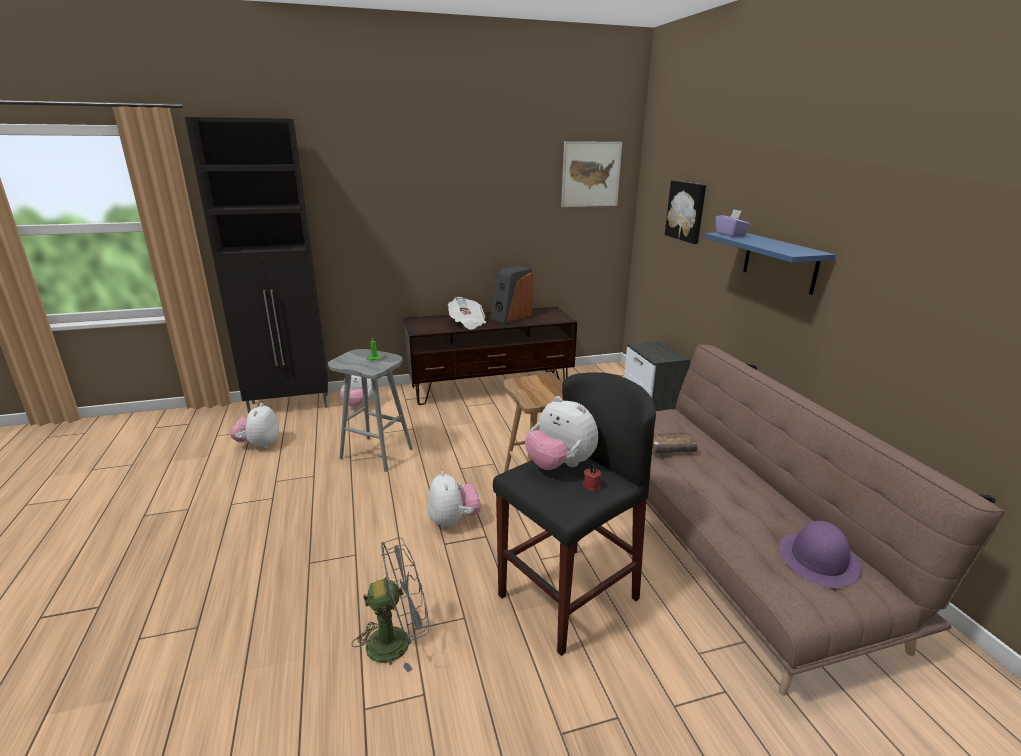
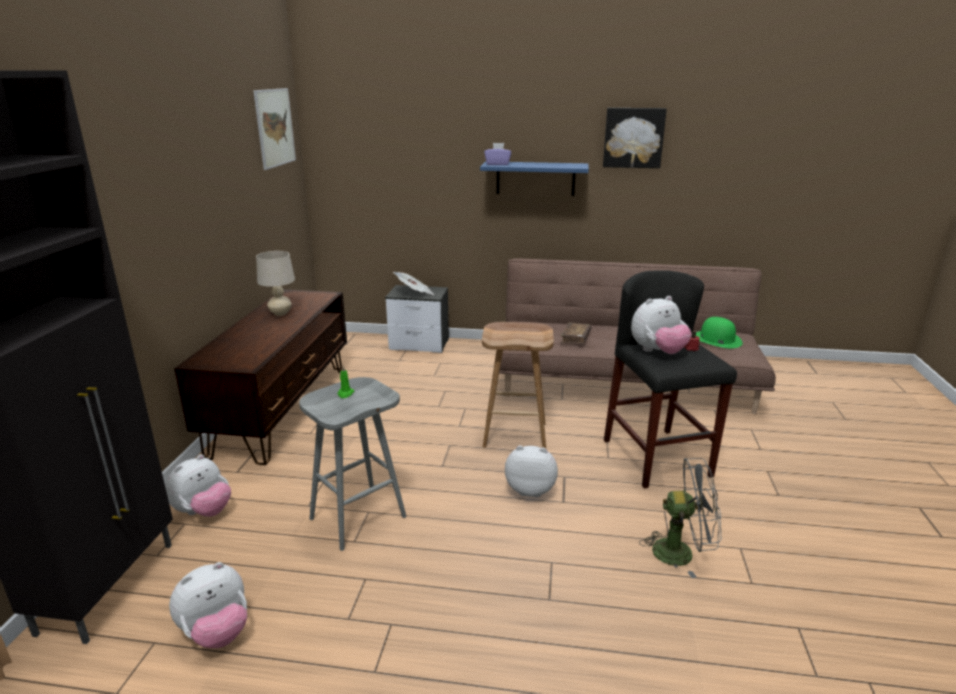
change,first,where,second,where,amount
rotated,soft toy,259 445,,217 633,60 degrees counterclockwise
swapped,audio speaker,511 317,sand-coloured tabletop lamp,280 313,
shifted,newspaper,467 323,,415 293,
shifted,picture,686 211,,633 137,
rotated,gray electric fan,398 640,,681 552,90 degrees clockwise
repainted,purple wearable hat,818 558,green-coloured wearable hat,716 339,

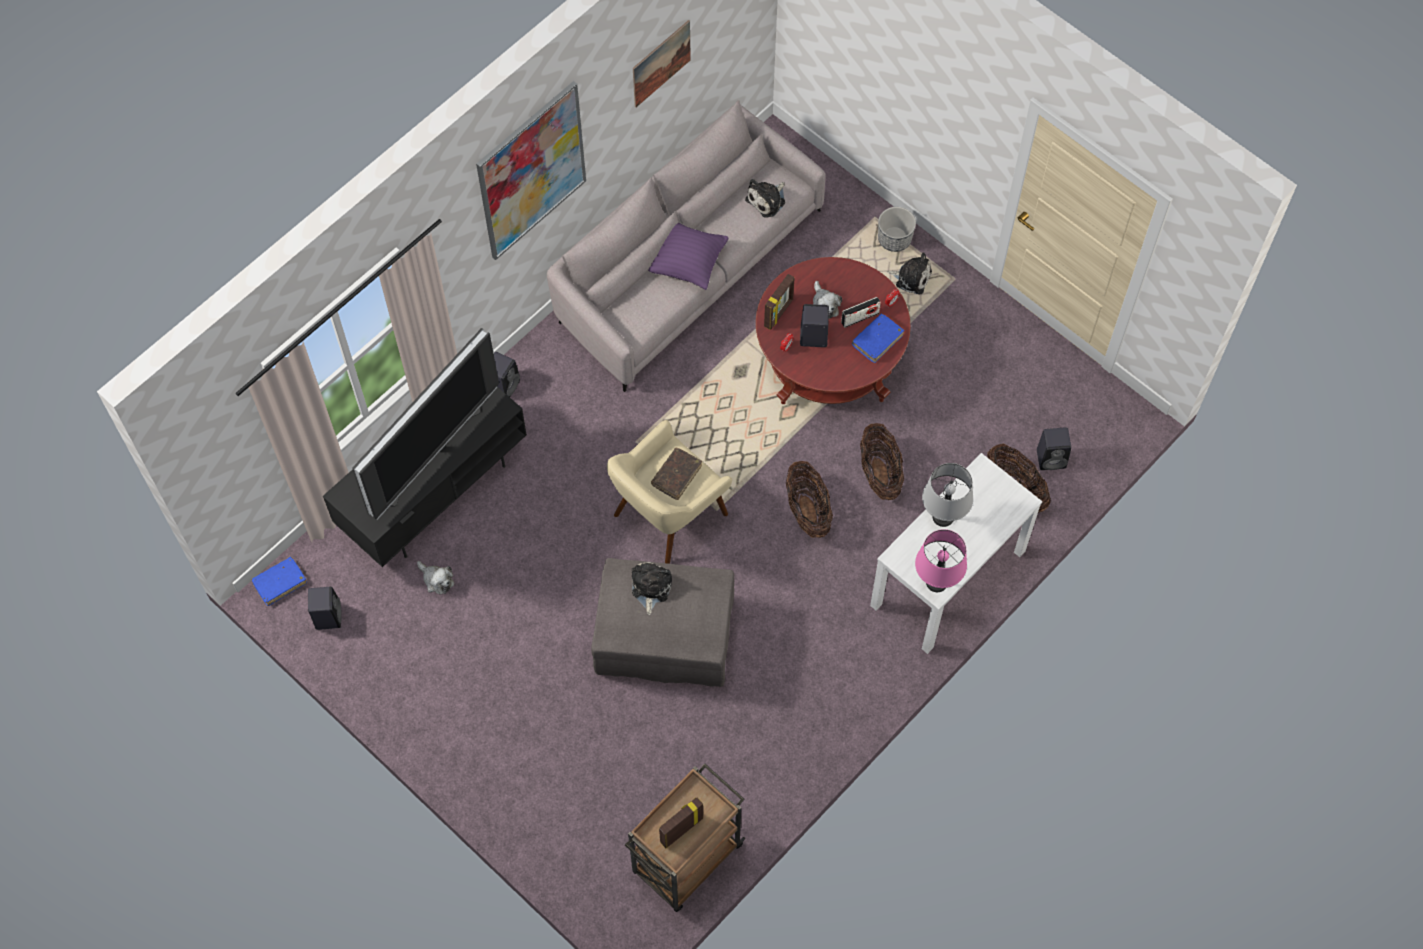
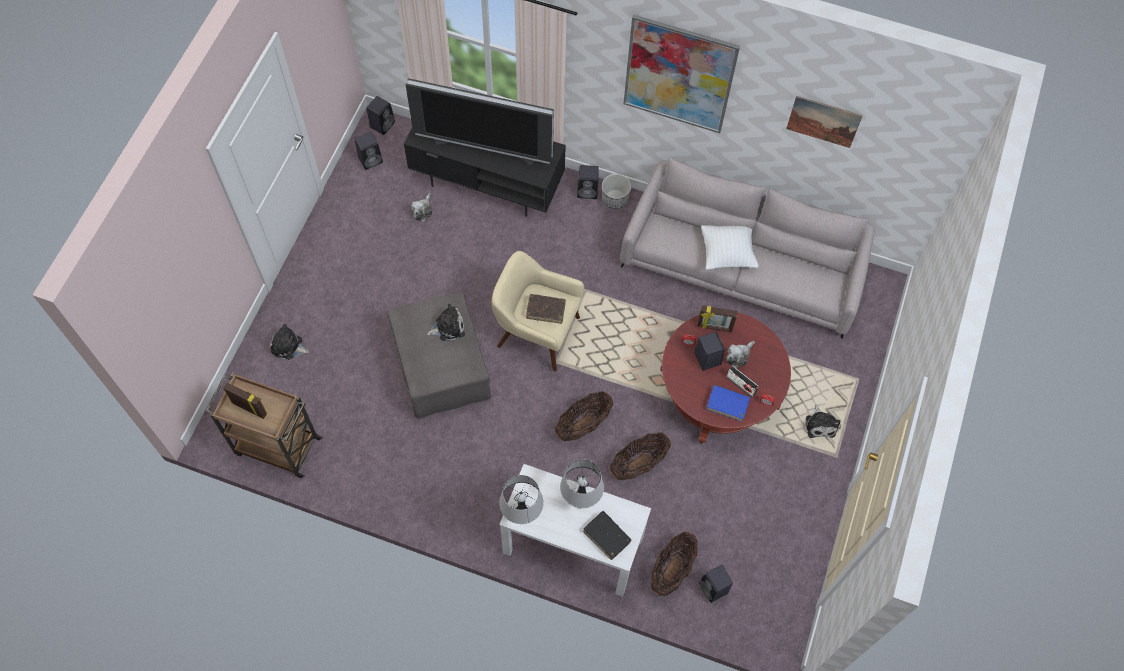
change,first,where,second,where,amount
shifted,soft toy,767 200,,288 347,
swapped,bluish volume,280 583,blackish audio speaker,382 124,
repainted,pinkish tabletop lamp,937 582,gray tabletop lamp,521 515,
new,,,blackish volume,606 536,
shifted,planter,894 239,,615 199,
repainted,purple pillow,688 263,white pillow,727 253,

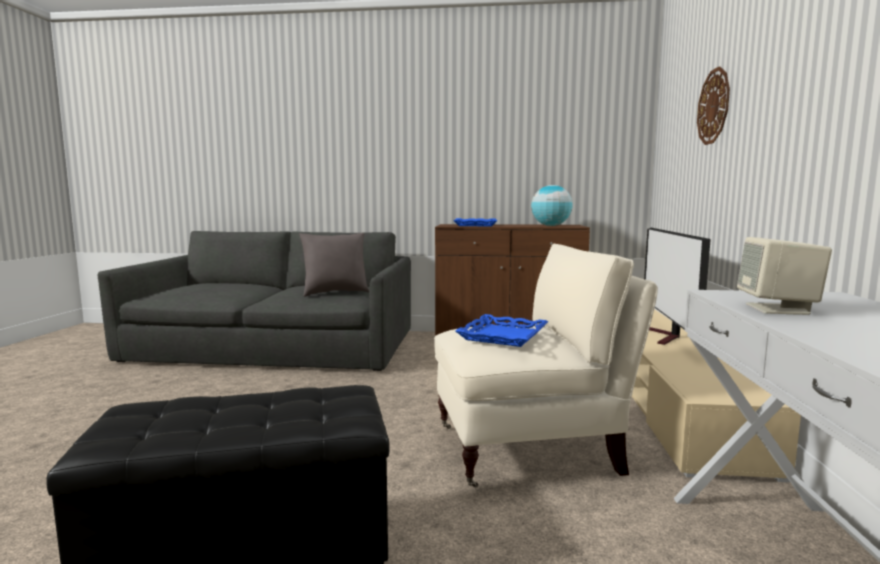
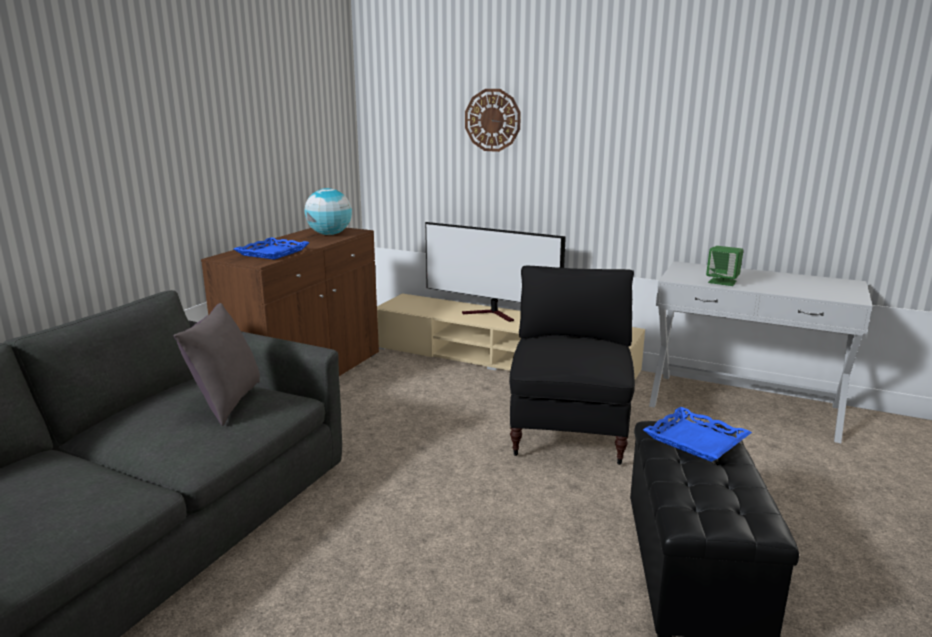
change,first,where,second,where,amount
repainted,sand-coloured easy chair,531 448,blackish easy chair,569 430,
shifted,bluish carrying tray,503 336,,696 440,
repainted,sand-coloured audio speaker,778 309,green-coloured audio speaker,722 282,

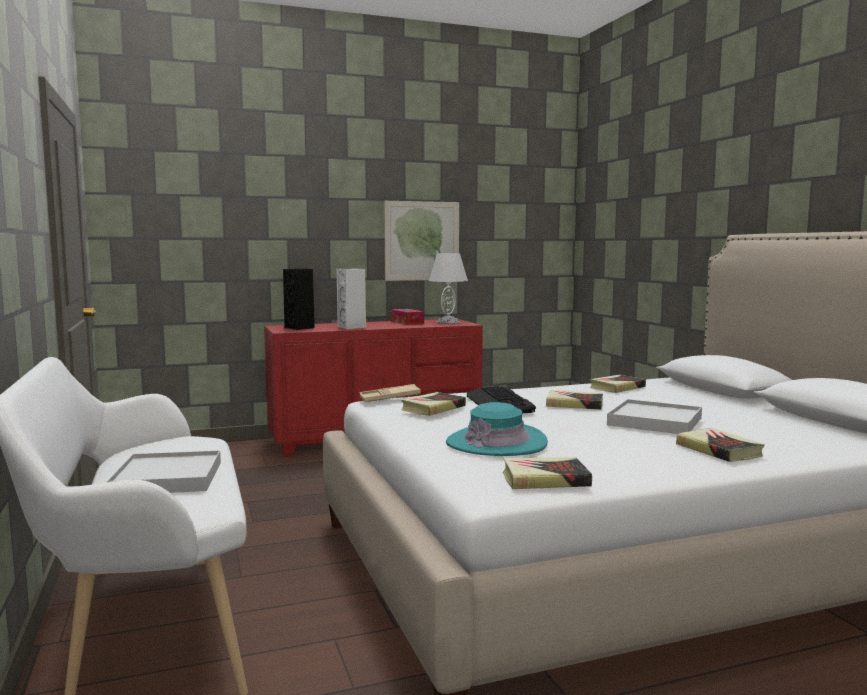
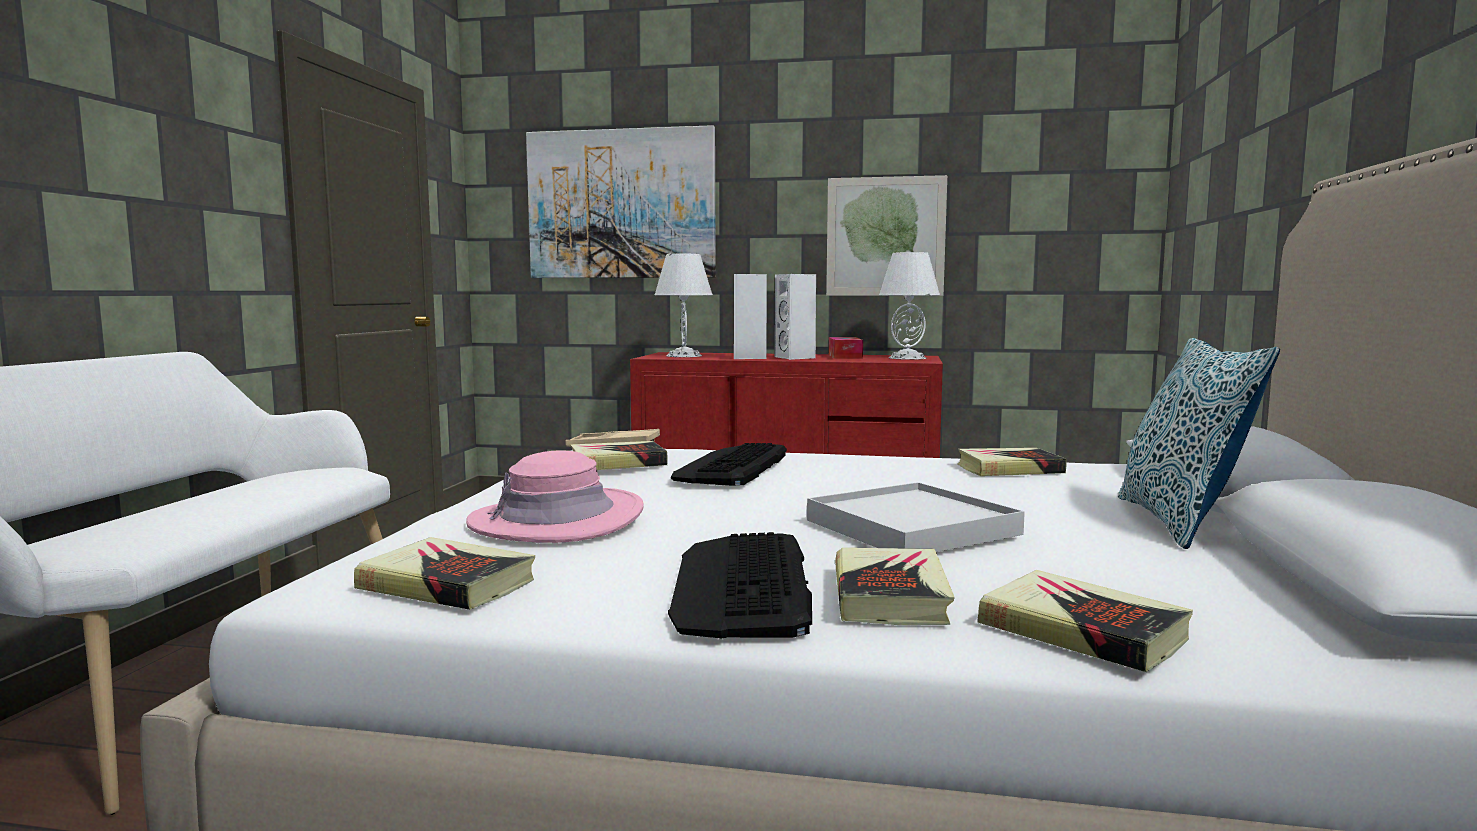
change,first,where,second,where,amount
repainted,turquoise wearable hat,496 443,pinkish wearable hat,557 520,
new,,,picture,621 204,
swapped,blackish audio speaker,300 328,white tabletop lamp,684 356,
new,,,keyboard,743 586,
new,,,white audio speaker,795 358,
shifted,volume,574 404,,1082 631,
new,,,pillow,1179 522,
gone,white carrying tray,168 478,,,

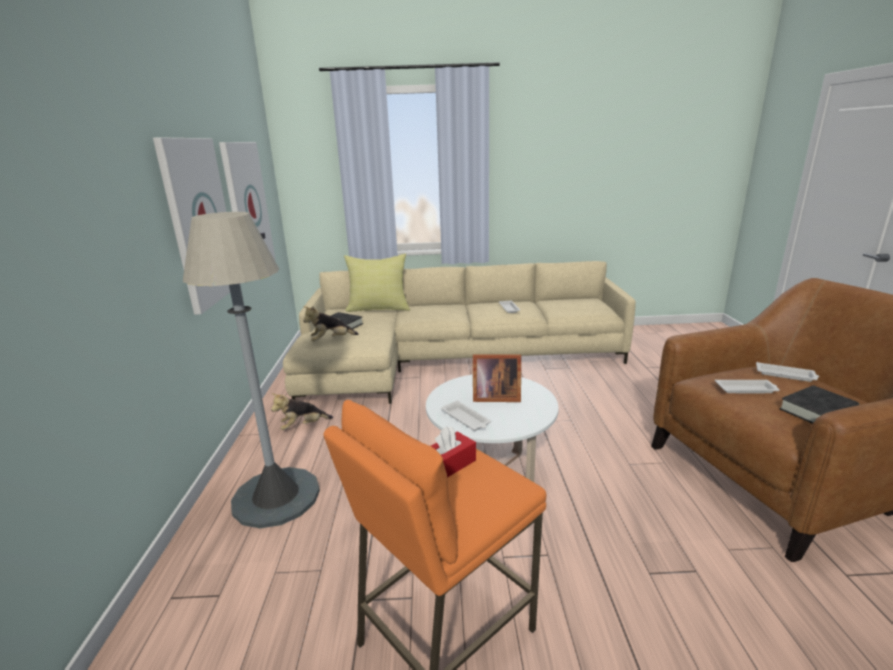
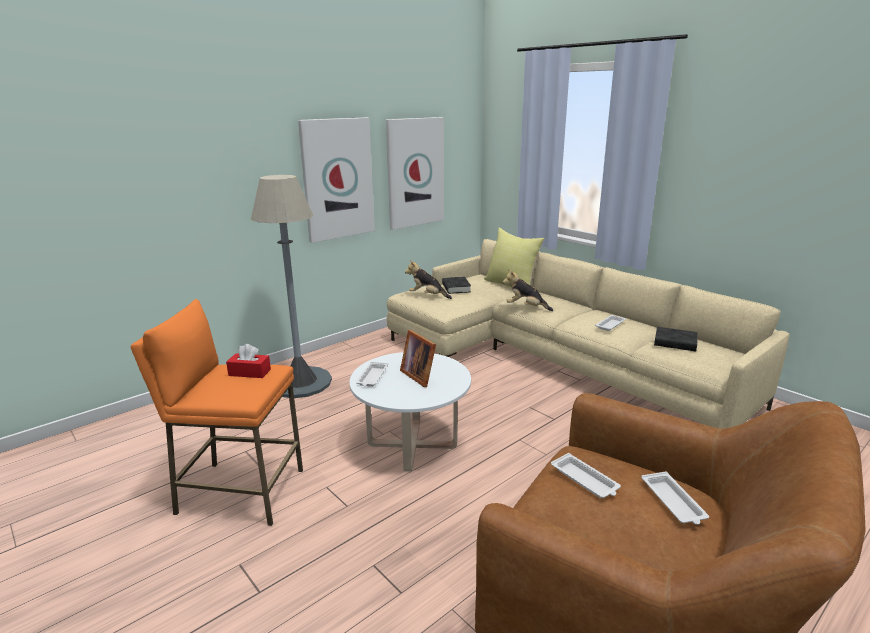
change,first,where,second,where,amount
shifted,soft toy,303 426,,526 307,
shifted,blackish volume,817 411,,675 343,

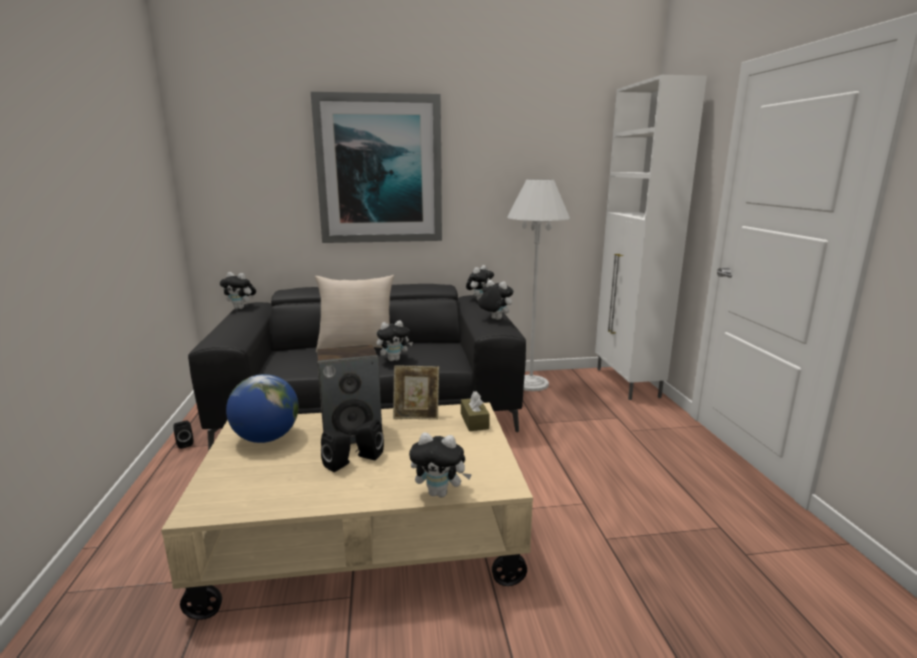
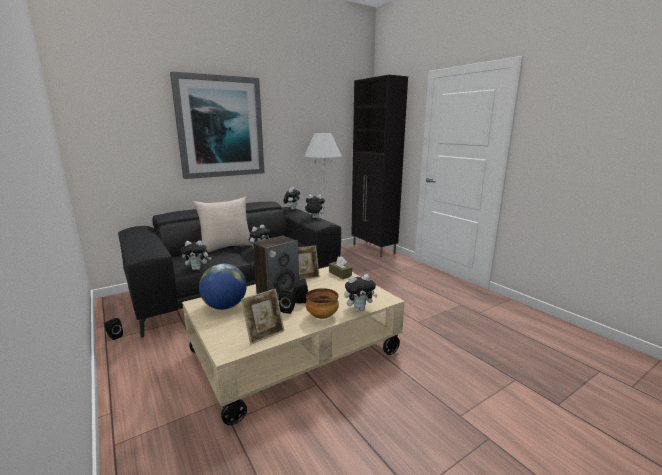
change,first,where,second,where,amount
shifted,soft toy,241 308,,197 269,
new,,,photo frame,264 334,
new,,,serving bowl,322 317,
repainted,white cupboard,627 383,blackish cupboard,373 249,

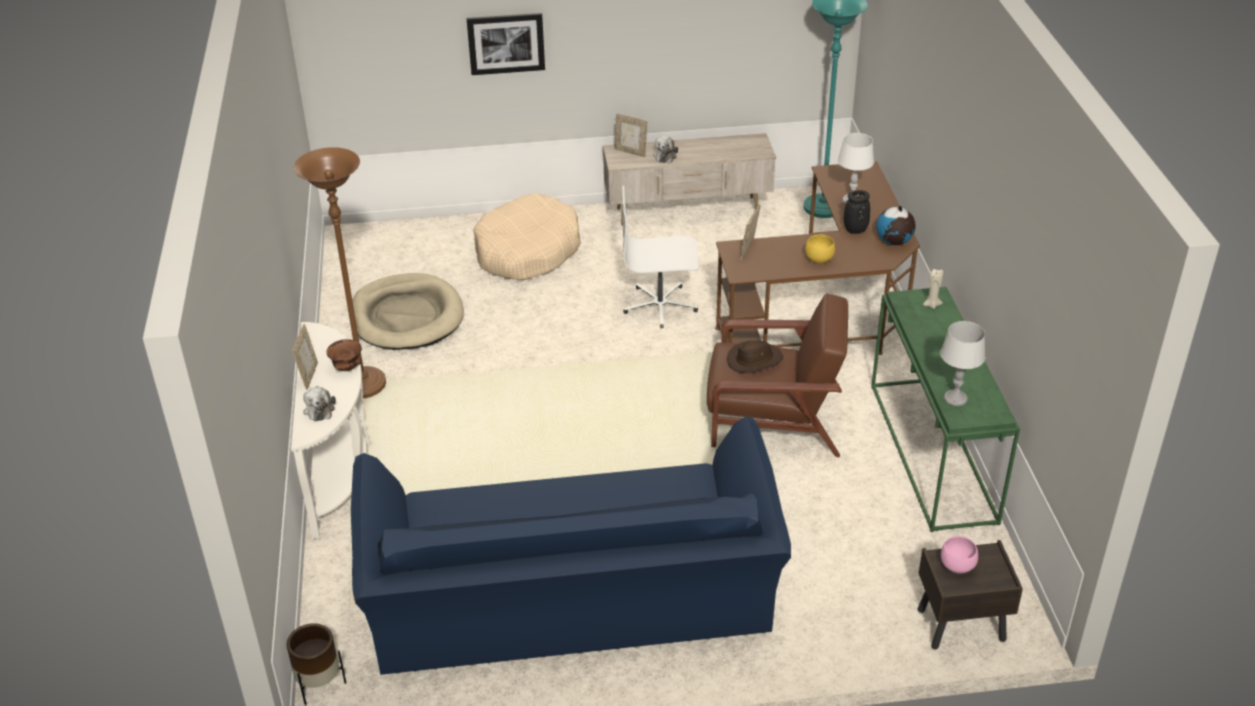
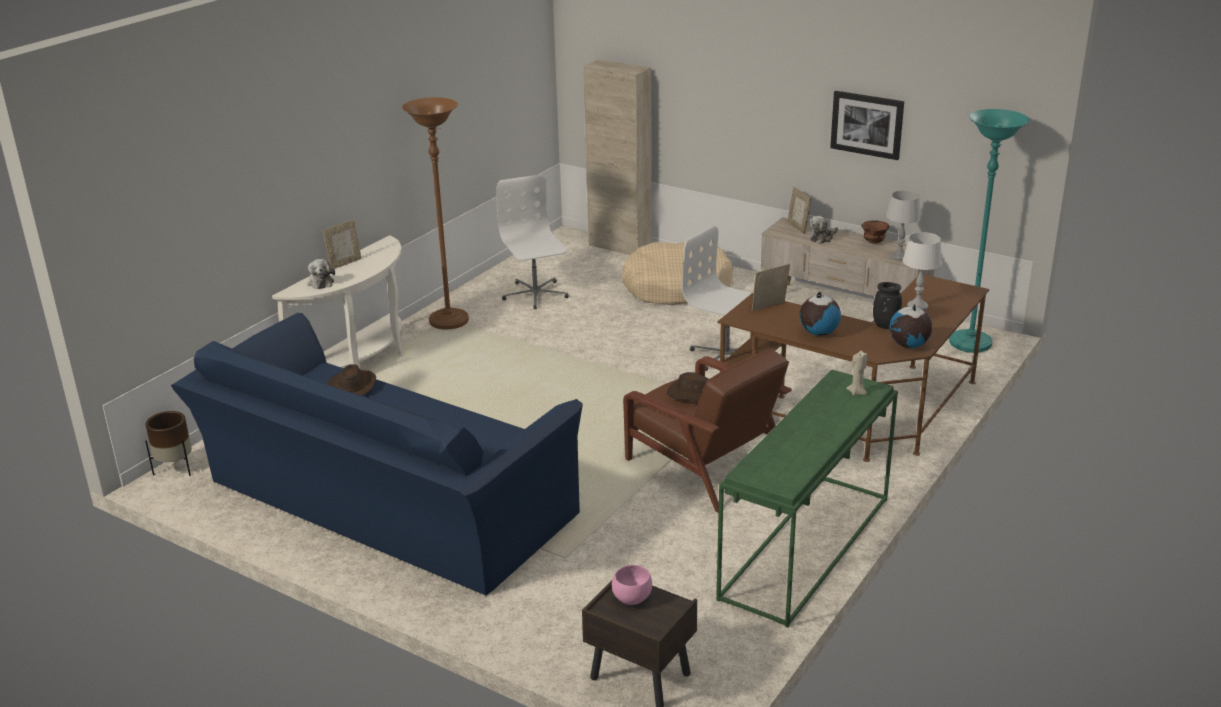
change,first,where,second,where,amount
rotated,soft toy,319 409,,321 282,45 degrees counterclockwise
new,,,brown-coloured wearable hat,352 386,
swapped,sand-coloured dog bed,406 317,white office chair,535 294,
new,,,sand-coloured cupboard,620 247,
swapped,yellow-coloured serving bowl,818 259,globe,818 333,
shifted,picture,506 43,,867 124,
shifted,brown-coloured serving bowl,346 368,,873 242,
shifted,gray tabletop lamp,955 398,,899 257,

